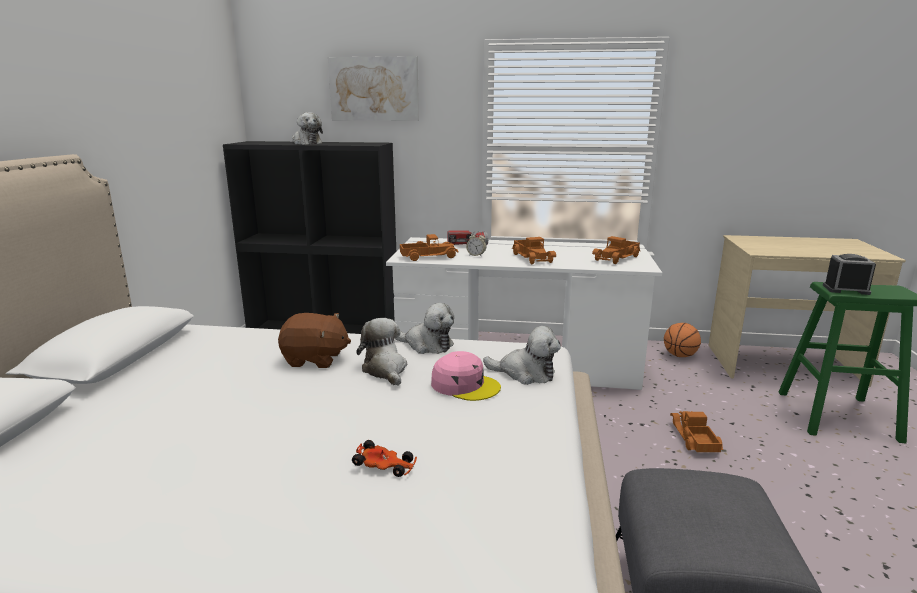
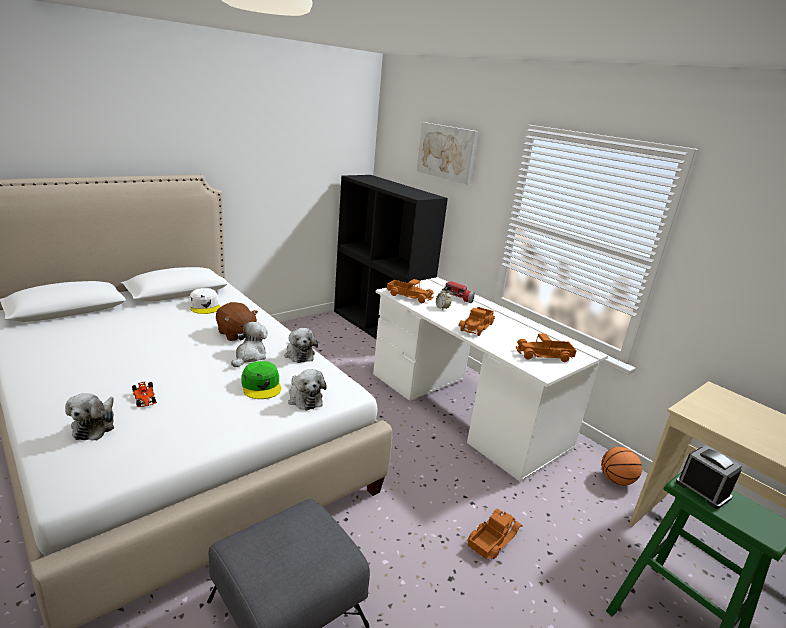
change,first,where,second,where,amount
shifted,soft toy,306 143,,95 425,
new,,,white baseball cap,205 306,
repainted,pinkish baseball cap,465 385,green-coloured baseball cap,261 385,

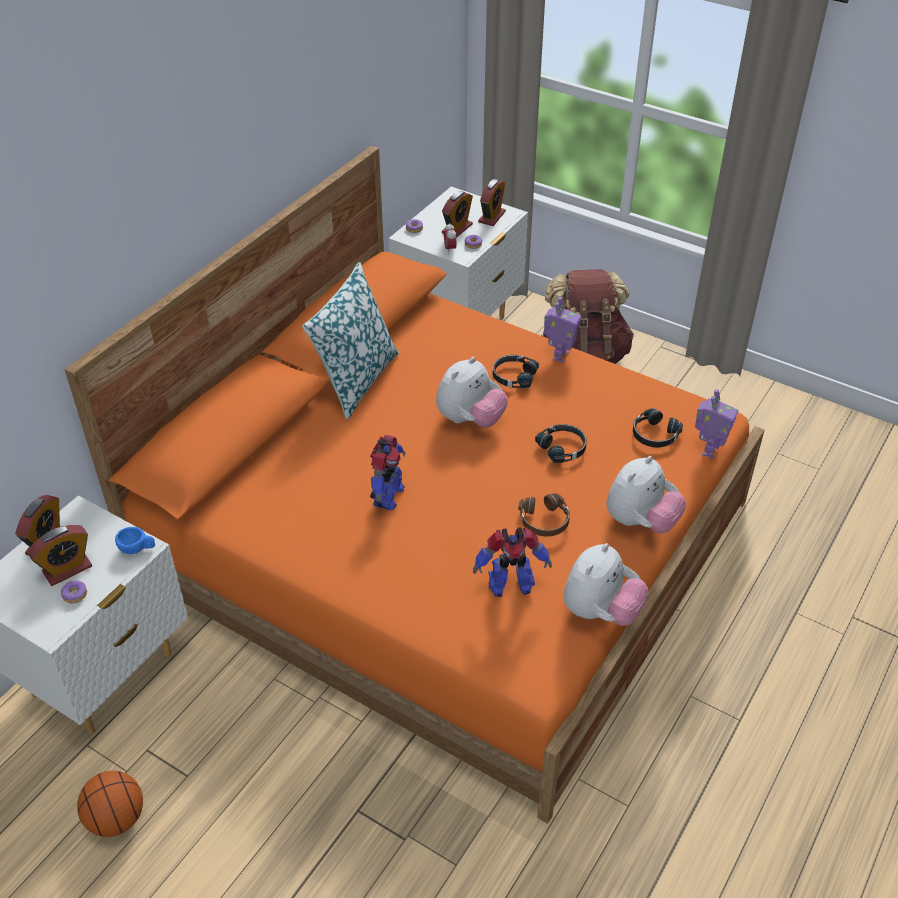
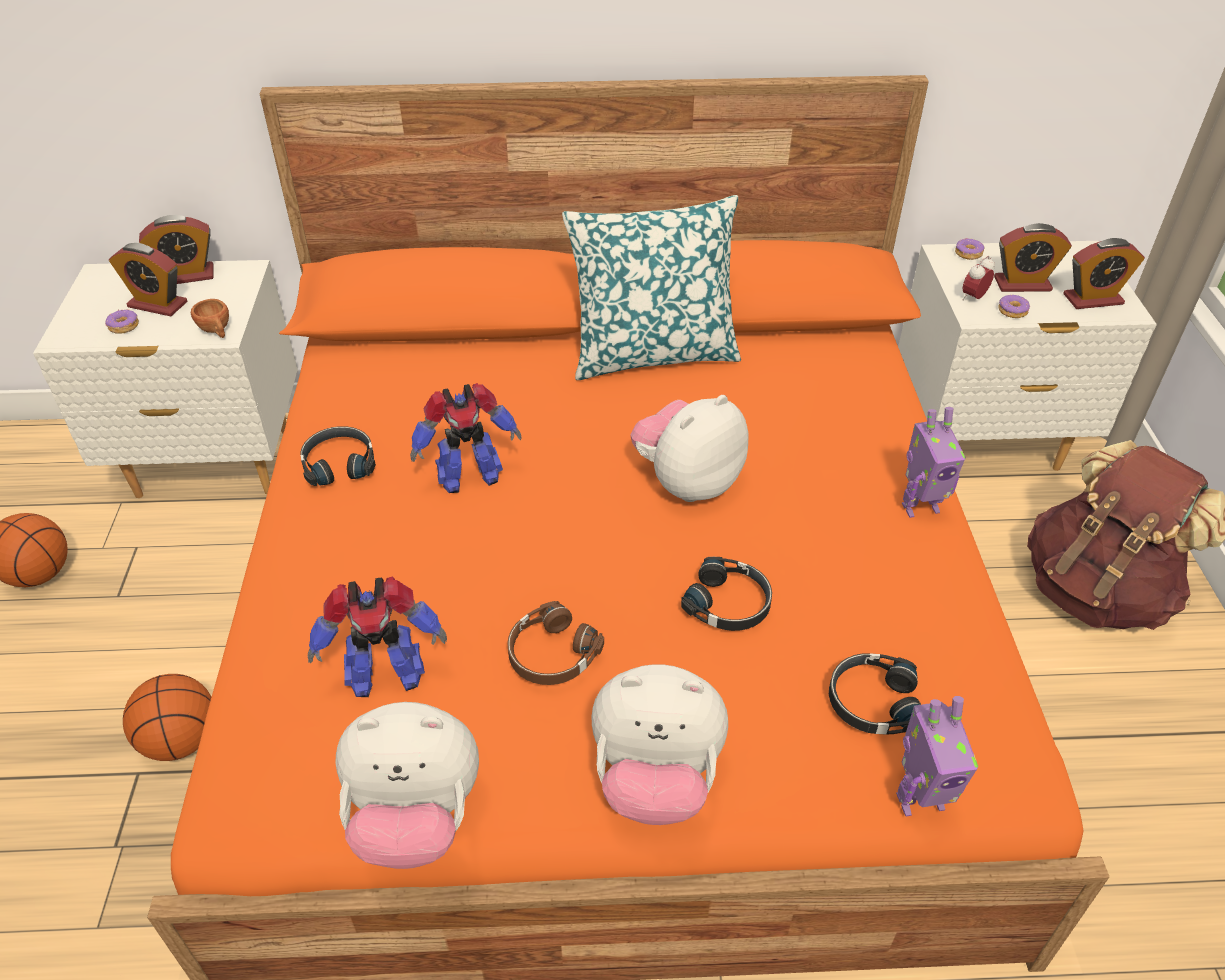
change,first,where,second,where,amount
new,,,basketball,181 740,
repainted,bluish small cup,137 549,brown-coloured small cup,217 331,
shifted,blackish headset,513 376,,339 463,
rotated,toy robot,509 585,,384 675,60 degrees counterclockwise
rotated,soft toy,470 420,,687 482,135 degrees clockwise

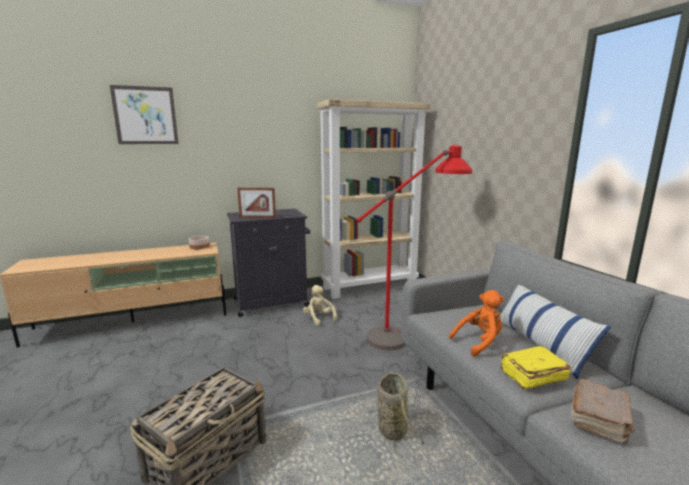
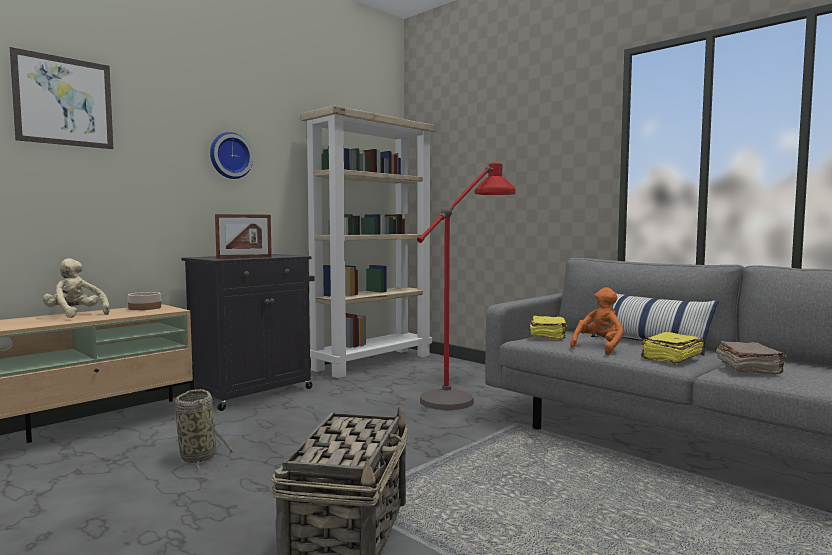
change,first,where,second,where,amount
shifted,sand-coloured soft toy,319 318,,75 315,
shifted,basket,391 428,,197 456,
new,,,wall clock,230 156,
new,,,yellow-coloured volume,548 336,

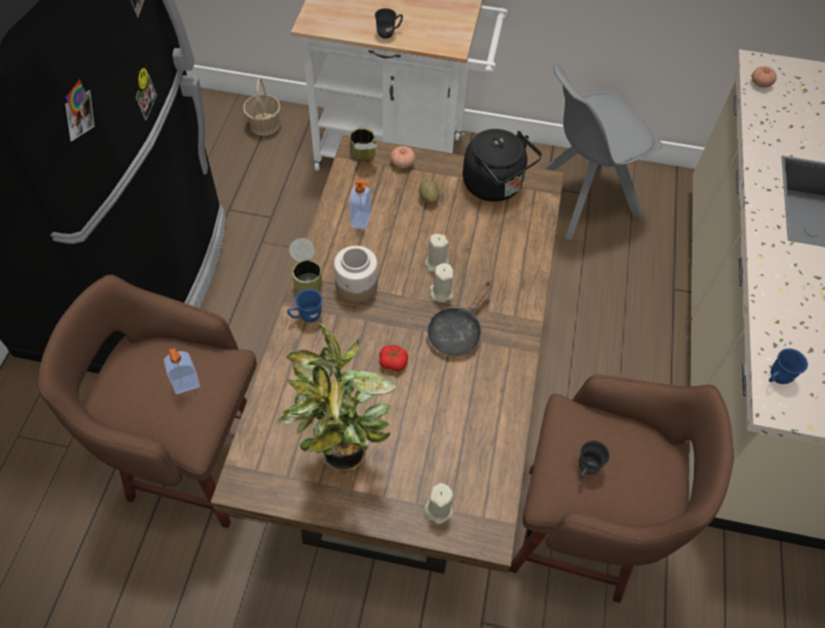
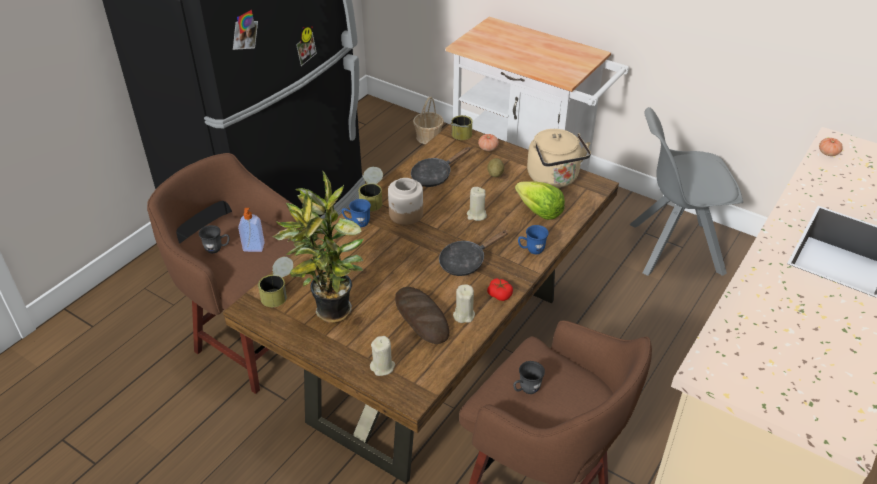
change,first,where,second,where,amount
shifted,gray coffee mug,389 33,,217 249,
new,,,metal can,279 293,
new,,,bakery bread,421 318,
swapped,soap bottle,362 220,blackish skillet,434 176,
shifted,sand-coloured candle,441 293,,463 315,
shifted,fresh tomato,393 362,,499 294,
new,,,lettuce head,539 211,
shifted,bluish coffee mug,776 378,,531 250,
repainted,blackish water kettle,495 186,sand-coloured water kettle,554 179,

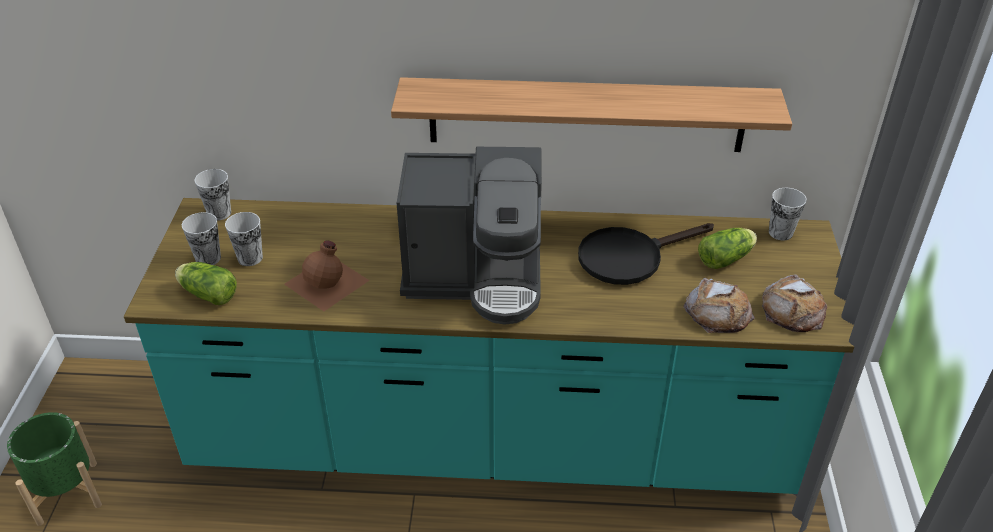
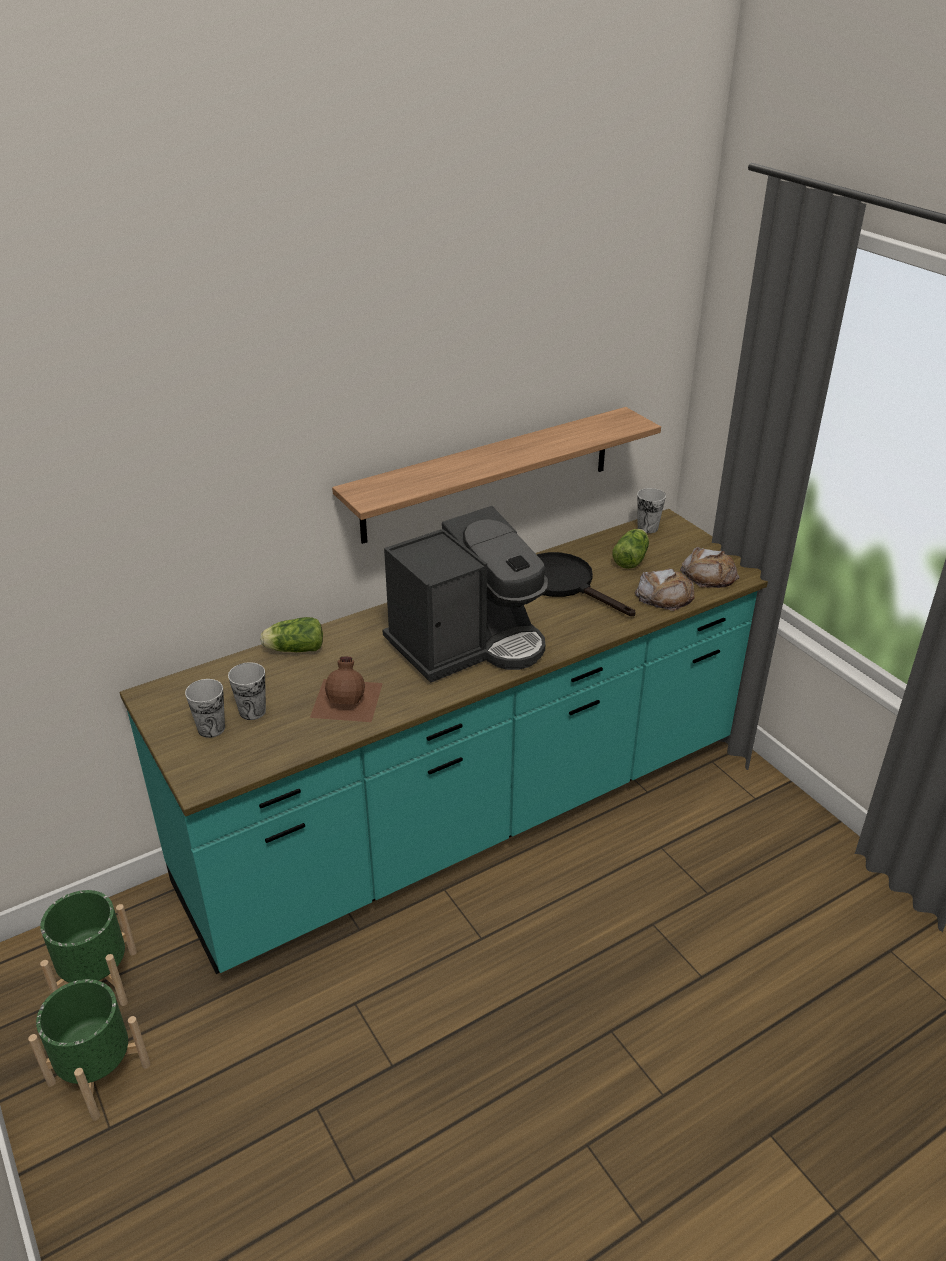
change,first,where,second,where,amount
new,,,green-coloured planter,98 980,
shifted,lettuce head,207 293,,293 649,
rotated,blackish skillet,629 257,,565 584,105 degrees clockwise
gone,small cup,219 213,,,

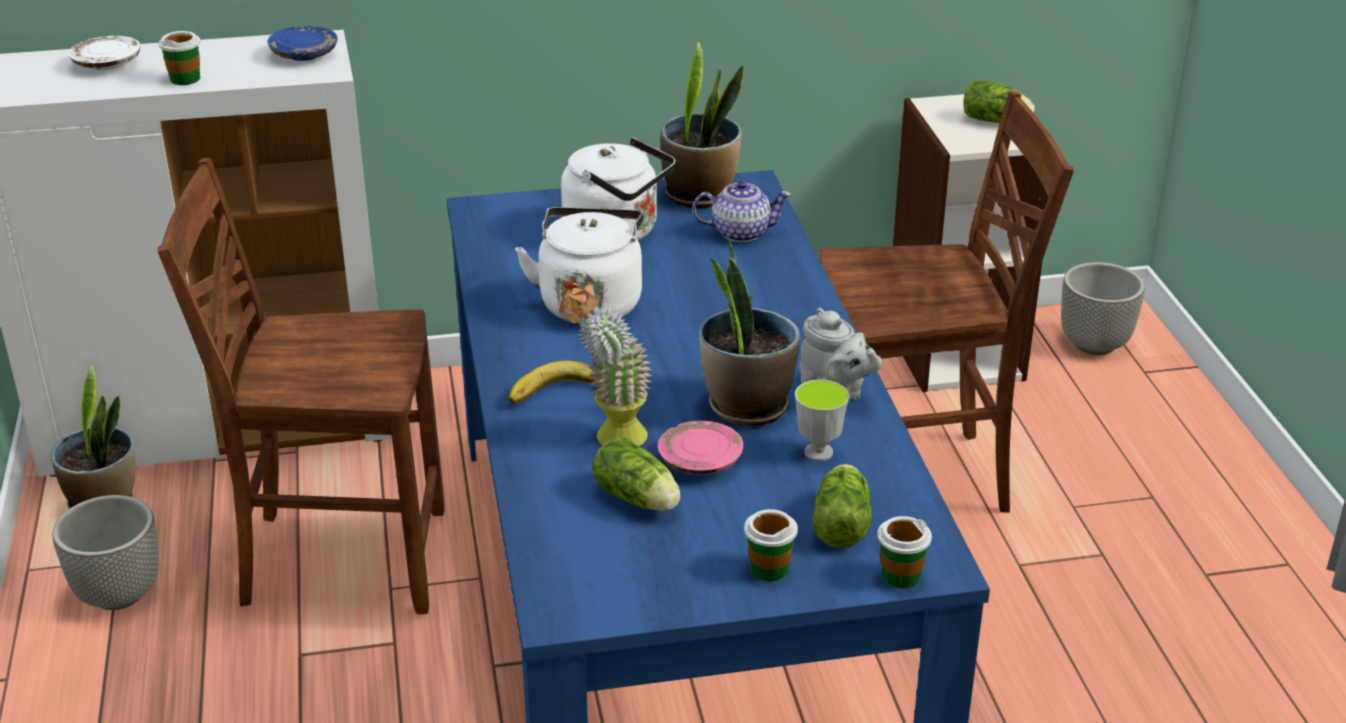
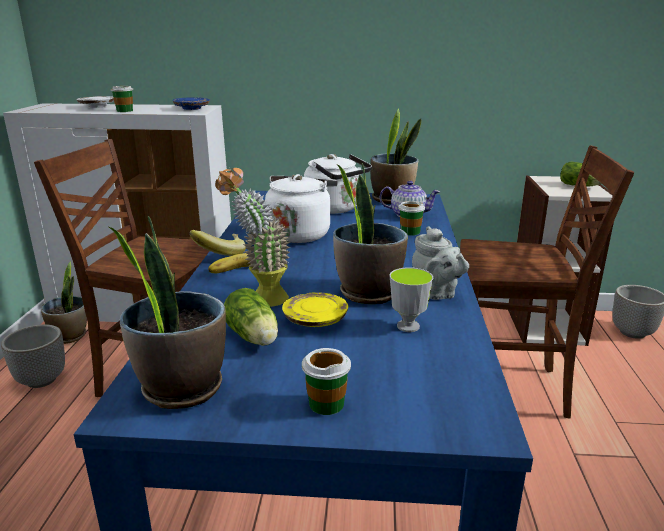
change,first,where,second,where,amount
new,,,plant in a pot,181 388,
new,,,banana,220 254,
repainted,pinkish plate,700 461,yellow-coloured plate,315 320,
shifted,small cup,900 576,,410 232,
gone,lettuce head,841 522,,,

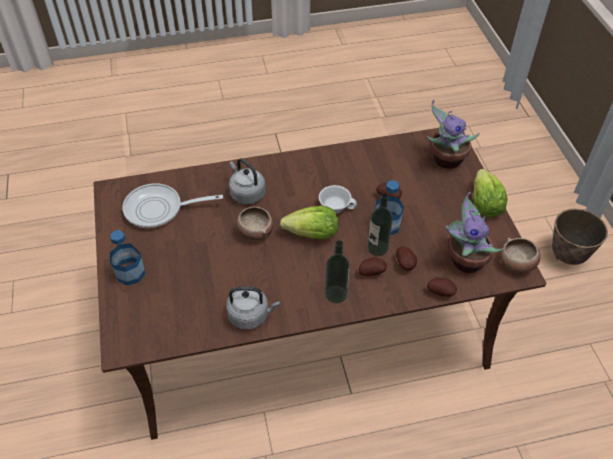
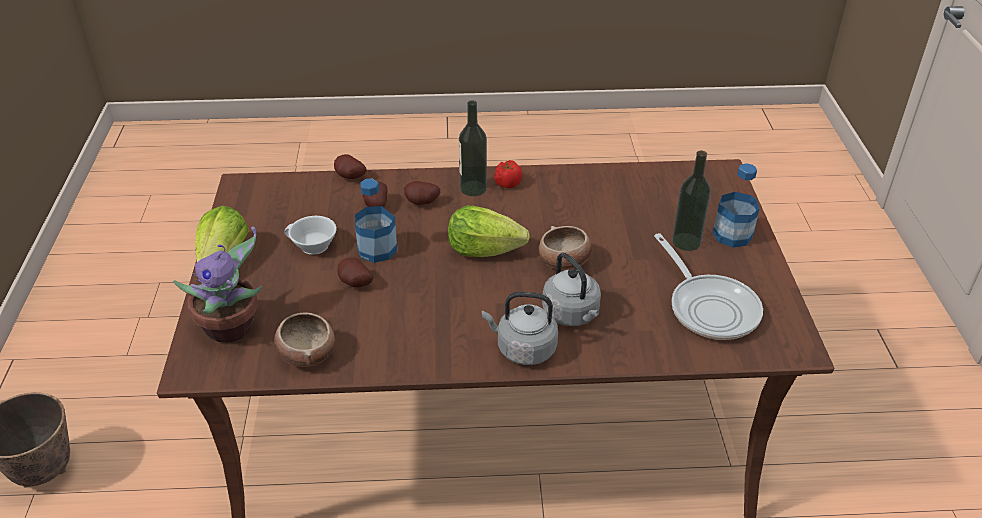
change,first,where,second,where,amount
shifted,serving bowl,517 264,,307 353,
shifted,white small cup,336 205,,312 246,
shifted,gray water kettle,251 315,,523 349,
new,,,fresh tomato,507 184,
rotated,skillet,159 209,,709 307,60 degrees clockwise
shifted,drink bottle,377 248,,686 241,
gone,plant in a pot,464 260,,,

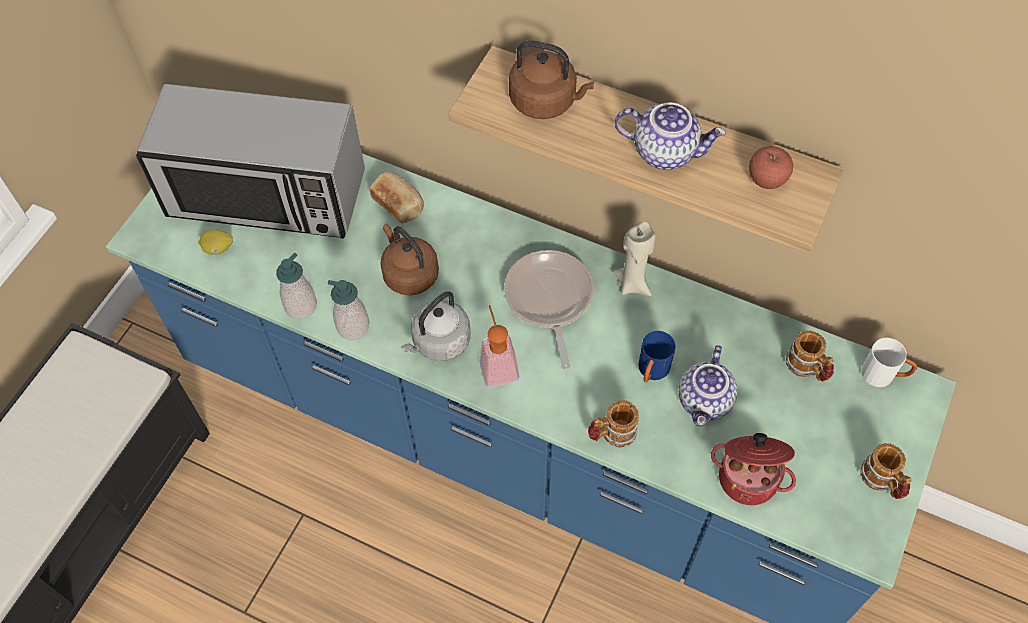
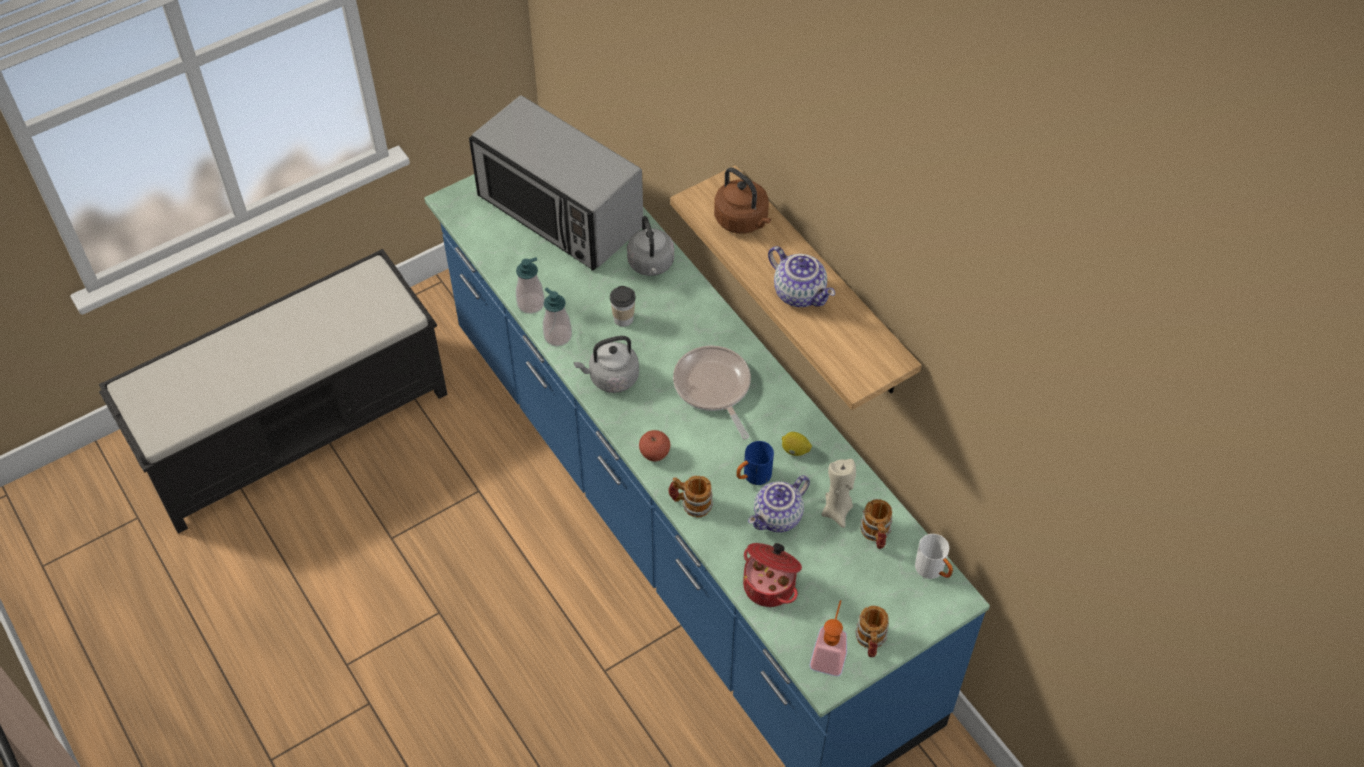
change,first,where,second,where,amount
swapped,brown-coloured water kettle,409 274,small cup,623 319,
swapped,bakery bread,399 203,gray water kettle,651 265,
shifted,apple fruit,766 180,,654 454,
rotated,skillet,549 300,,713 388,45 degrees counterclockwise
shifted,lemon,218 249,,795 450,
shifted,soap bottle,497 364,,829 654,
shifted,sand-coloured candle,633 283,,837 511,

